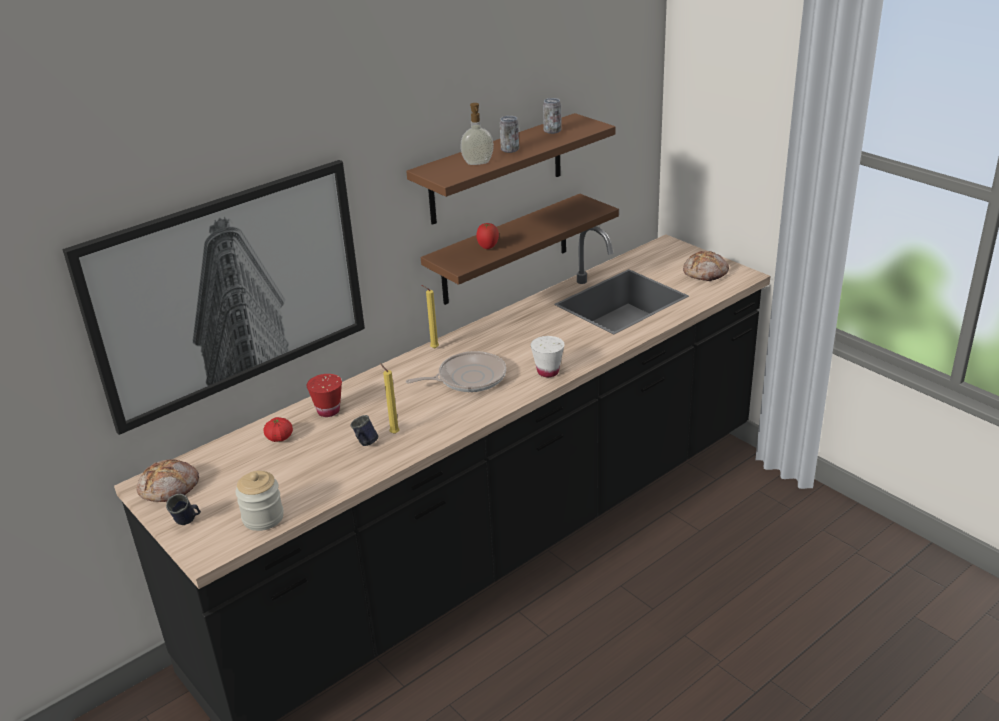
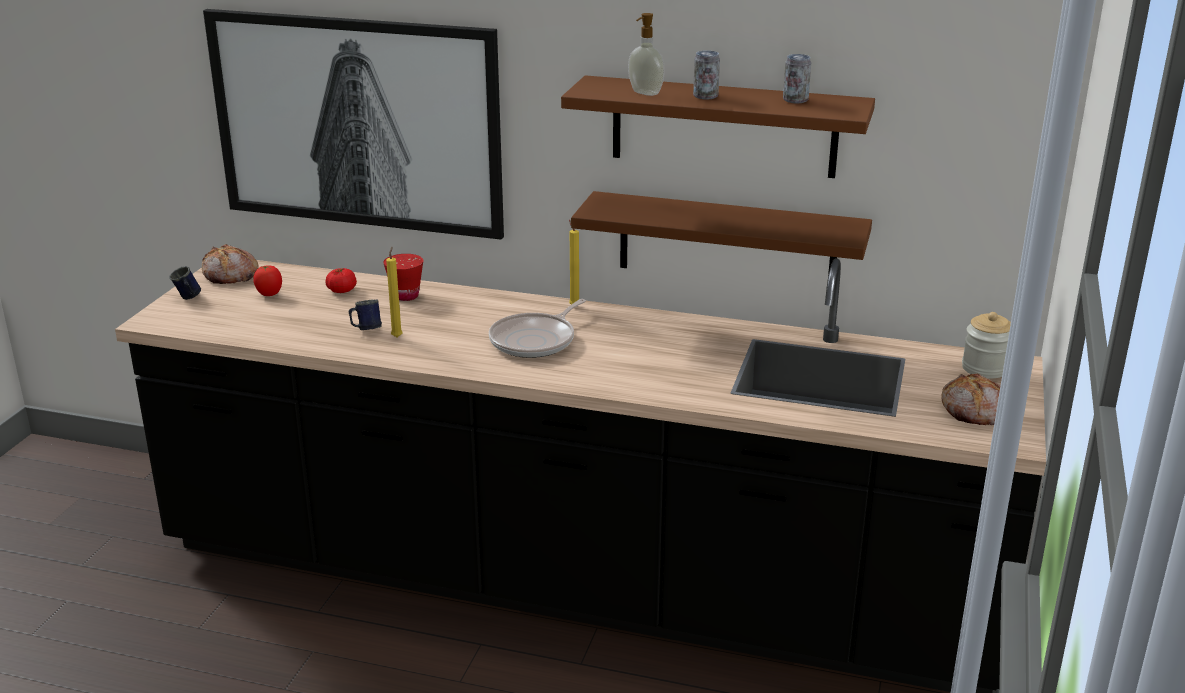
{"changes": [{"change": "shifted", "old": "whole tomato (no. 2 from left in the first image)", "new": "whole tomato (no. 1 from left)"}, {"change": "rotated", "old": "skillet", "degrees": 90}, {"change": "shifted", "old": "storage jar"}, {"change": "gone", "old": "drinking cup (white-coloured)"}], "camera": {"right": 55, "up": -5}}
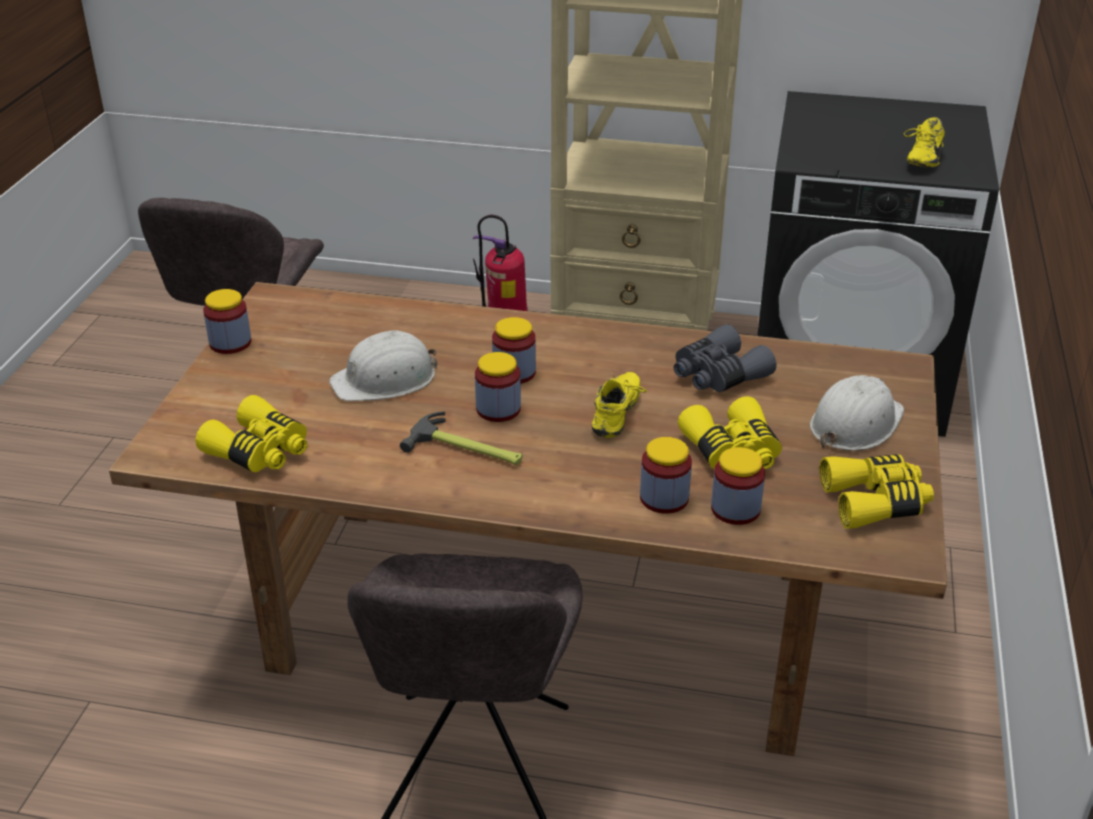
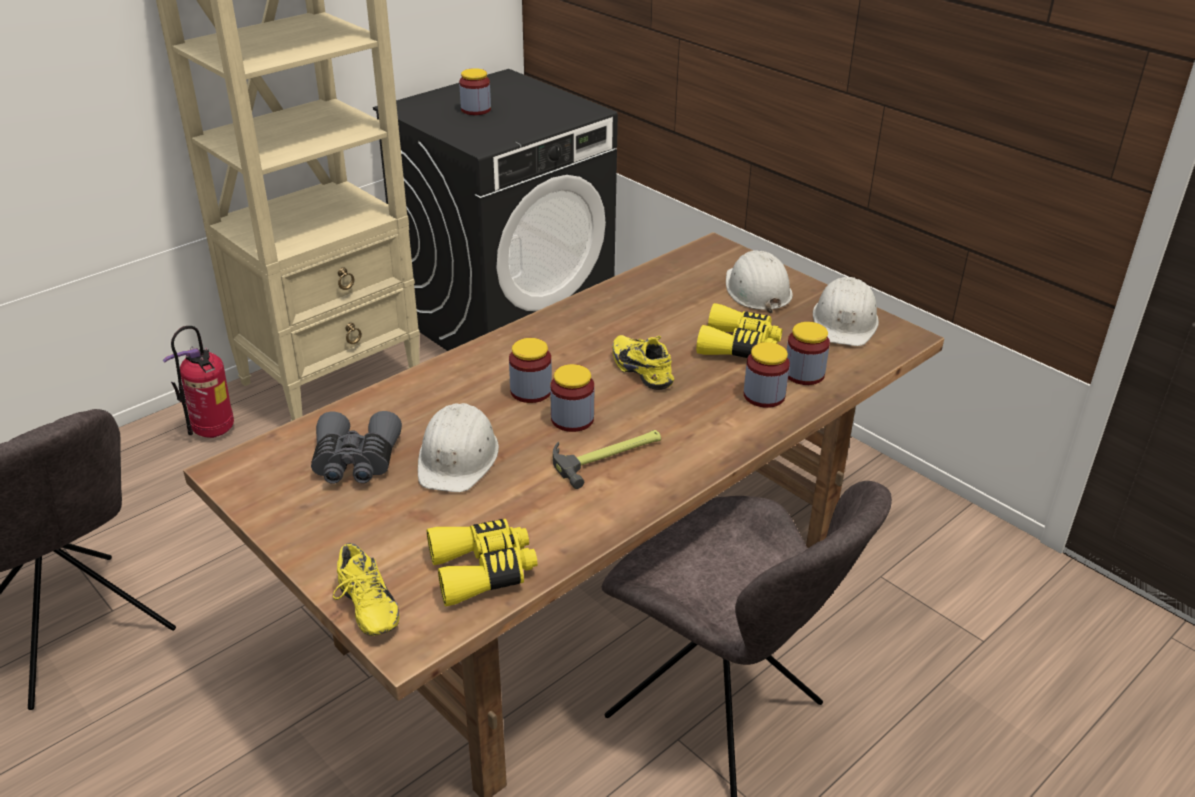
{"changes": [{"change": "shifted", "old": "pair of binoculars (greyish)"}, {"change": "shifted", "old": "item of footwear (yellowish) (no. 2 from left in the first image)", "new": "item of footwear (yellowish) (no. 1 from left)"}, {"change": "shifted", "old": "storage jar (no. 1 from left)"}, {"change": "swapped", "old": "pair of binoculars (yellowish) (no. 3 from left)", "new": "safety helmet (white-coloured) (no. 3 from left)"}], "camera": {"right": -55, "up": 0}}
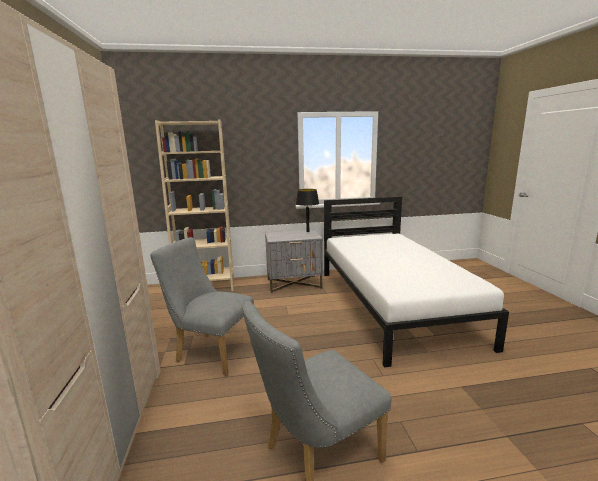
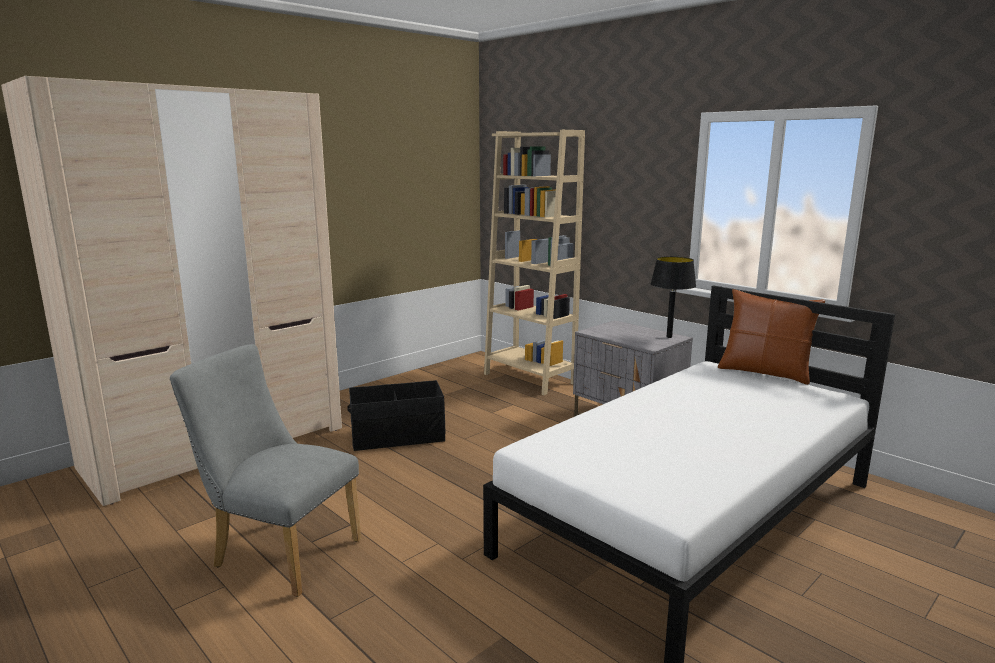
{"changes": [{"change": "swapped", "old": "upright chair (greyish) (no. 1 from left)", "new": "storage box (black-coloured)"}, {"change": "new", "new": "pillow (brownish)"}], "camera": {"right": 55, "up": 0}}
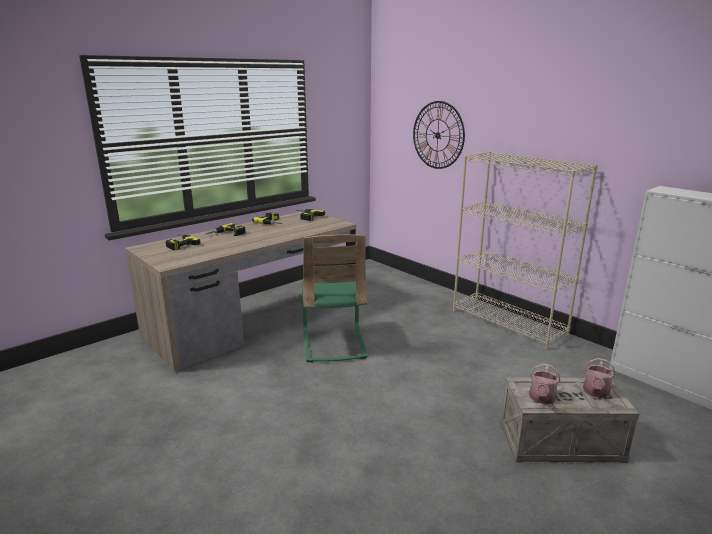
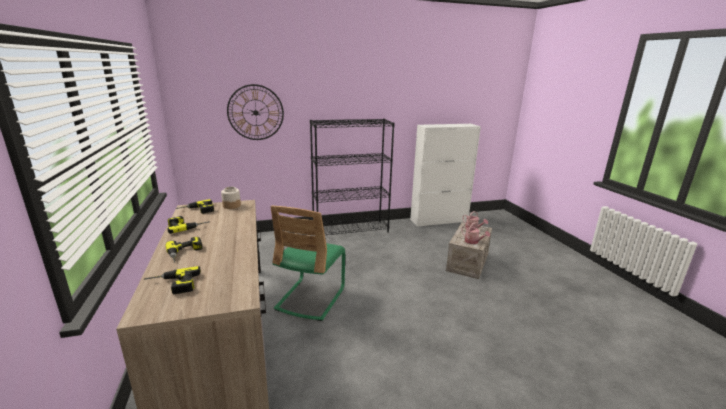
{"changes": [{"change": "new", "new": "storage jar"}, {"change": "rotated", "old": "upright chair (green)", "degrees": 90}, {"change": "repainted", "old": "bookcase (beige-coloured)", "new": "bookcase (black-coloured)"}], "camera": {"right": -65, "up": 0}}
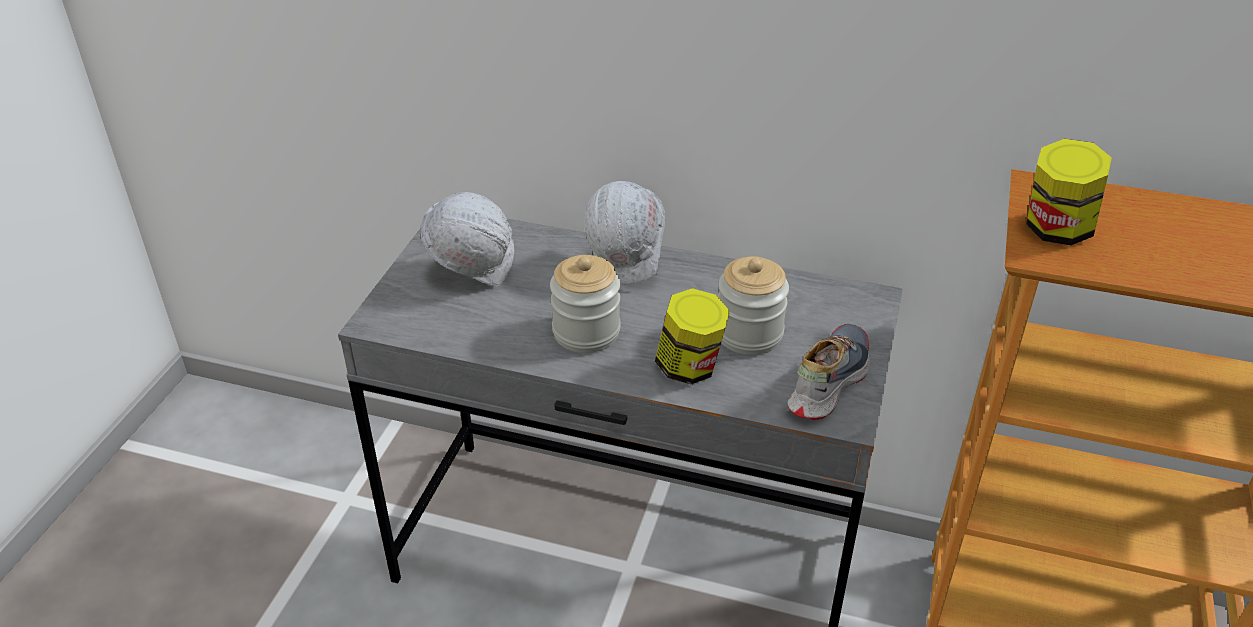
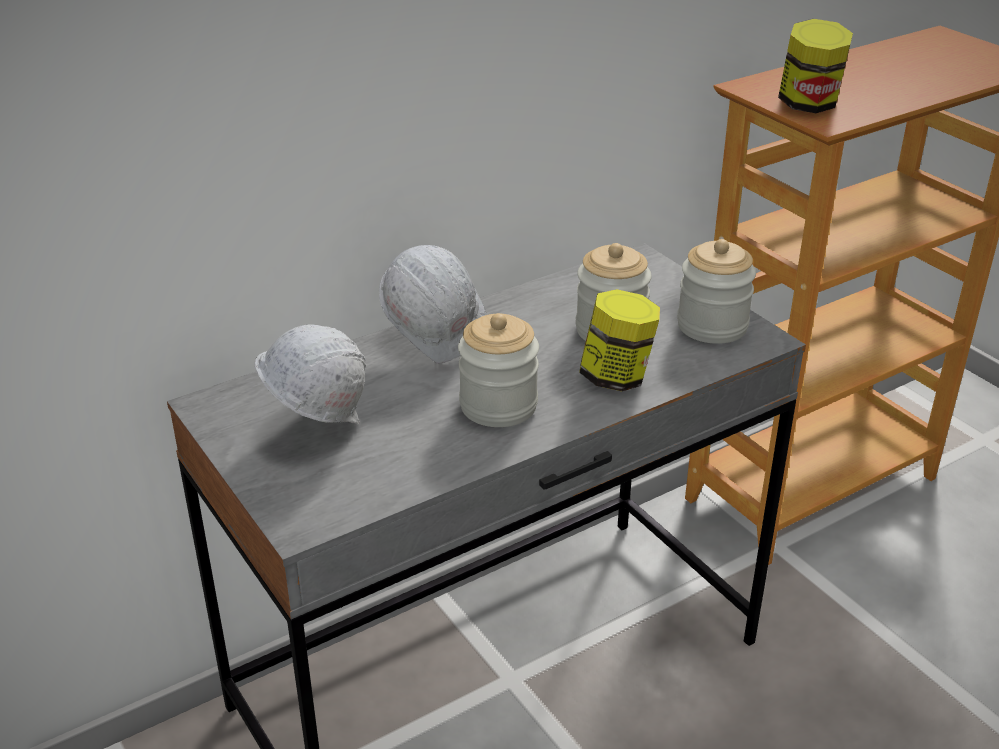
{"changes": [{"change": "swapped", "old": "item of footwear", "new": "storage jar (no. 4 from left)"}], "camera": {"right": -50, "up": -5}}
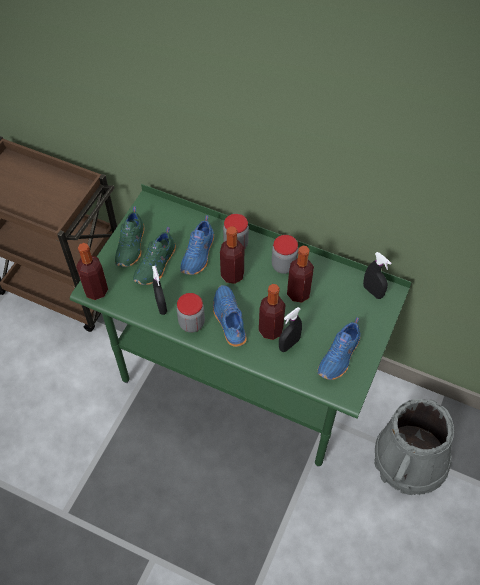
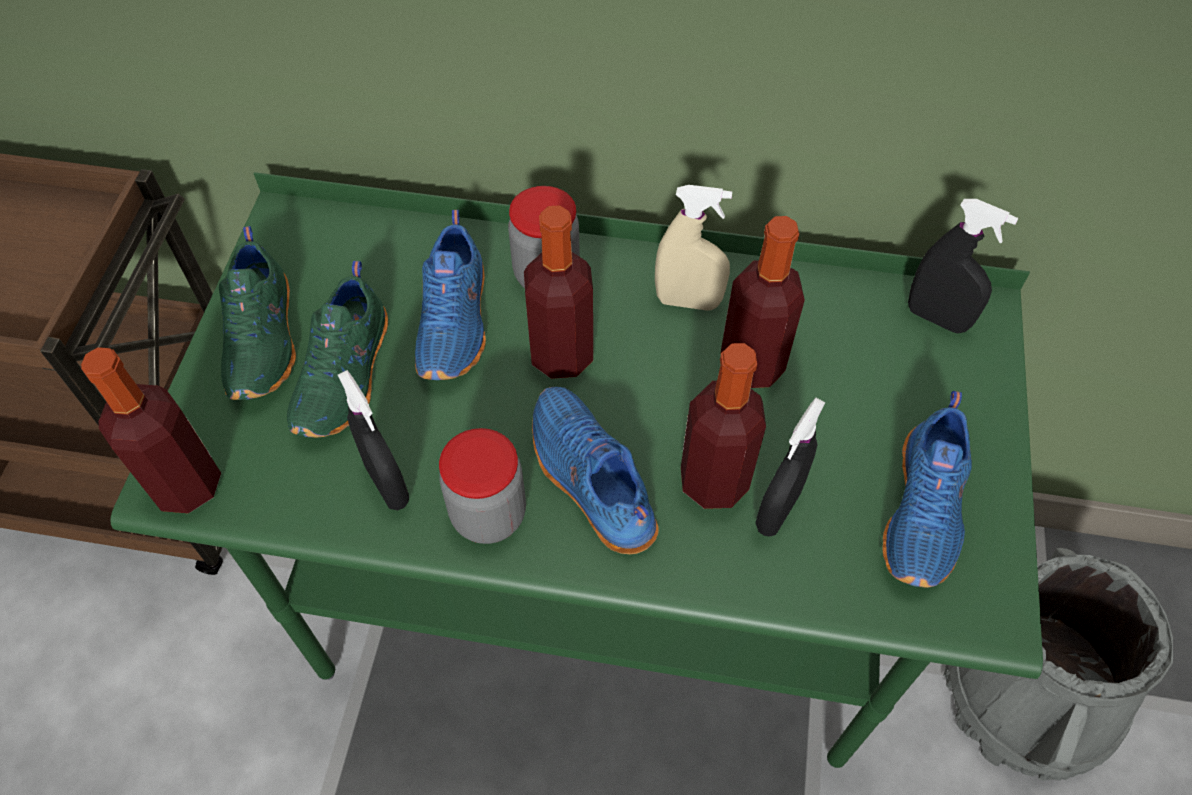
{"changes": [{"change": "swapped", "old": "storage jar (no. 3 from left)", "new": "spray bottle (beige-coloured)"}], "camera": {"right": -15, "up": 0}}
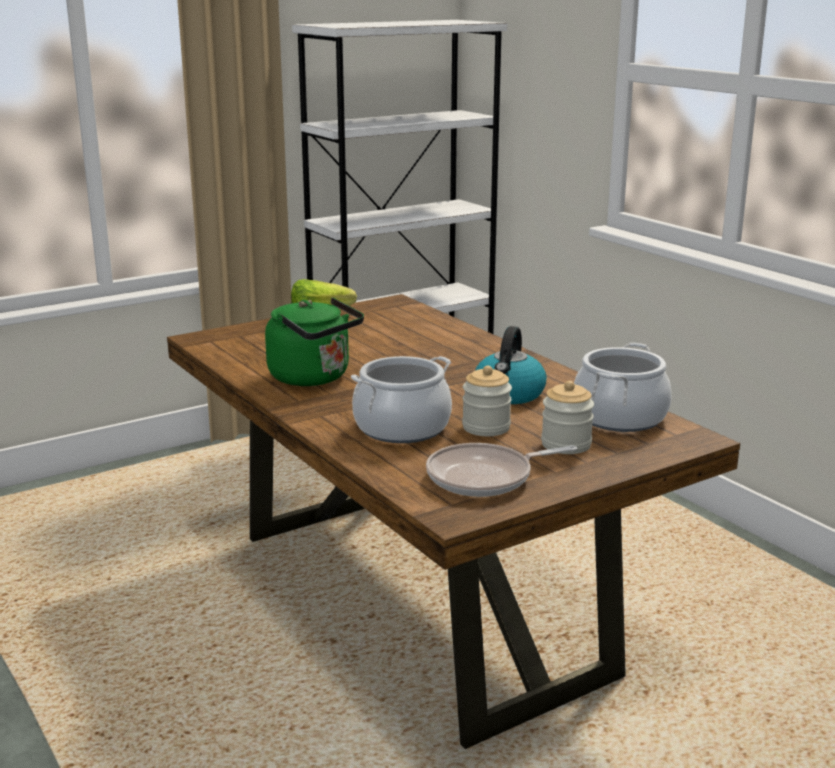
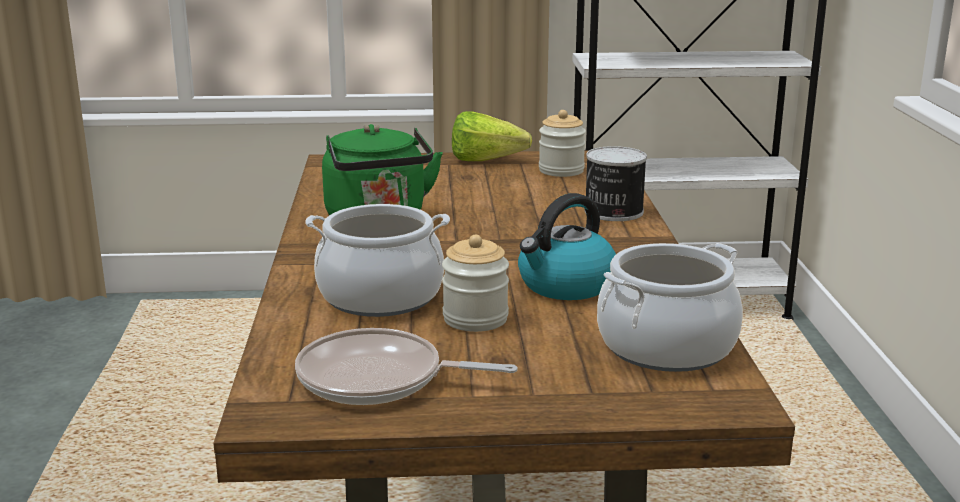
{"changes": [{"change": "shifted", "old": "storage jar (no. 2 from left)"}, {"change": "new", "new": "metal can"}], "camera": {"right": 30, "up": 0}}
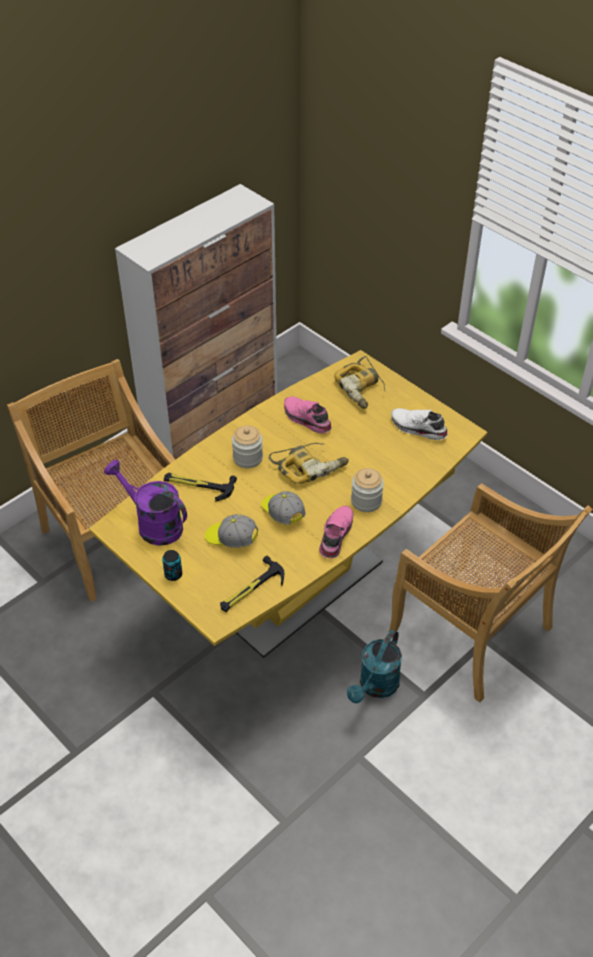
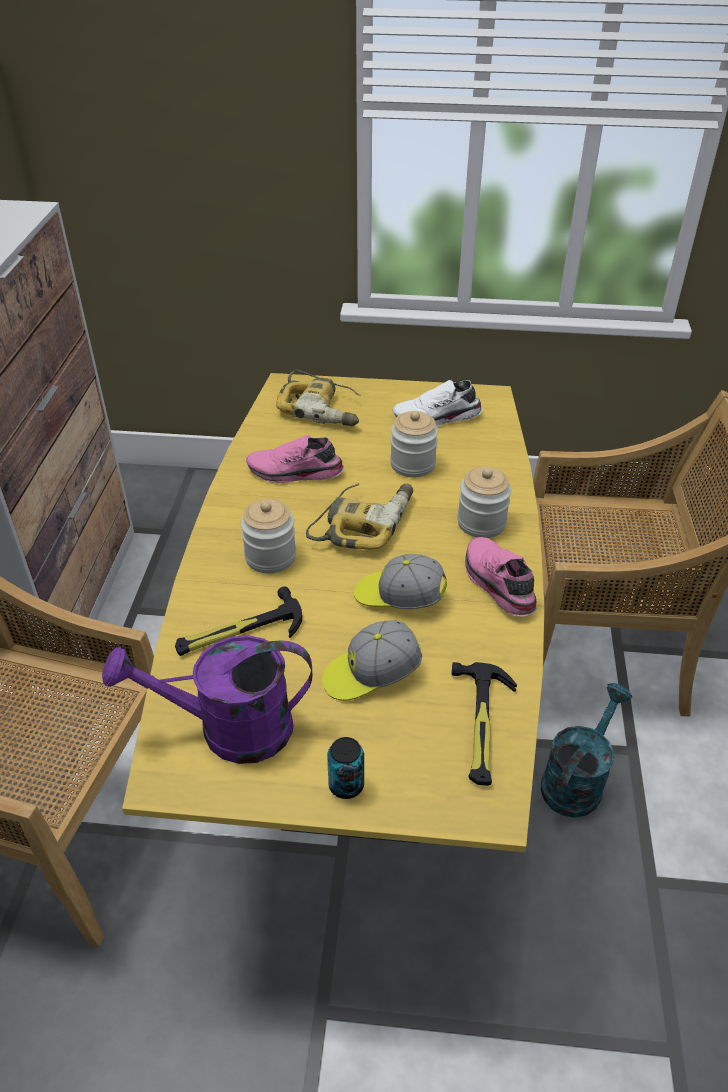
{"changes": [{"change": "new", "new": "storage jar (no. 2 from left)"}, {"change": "rotated", "old": "watering can (turquoise)", "degrees": -135}], "camera": {"right": -40, "up": -5}}
